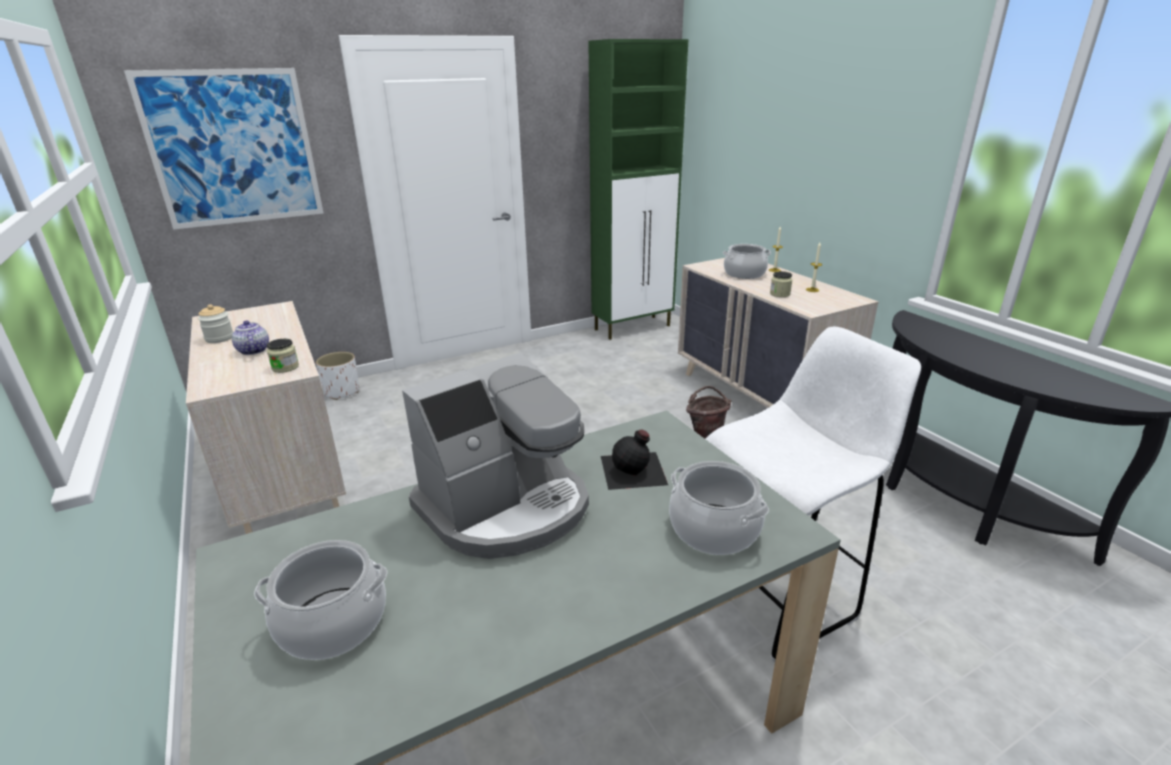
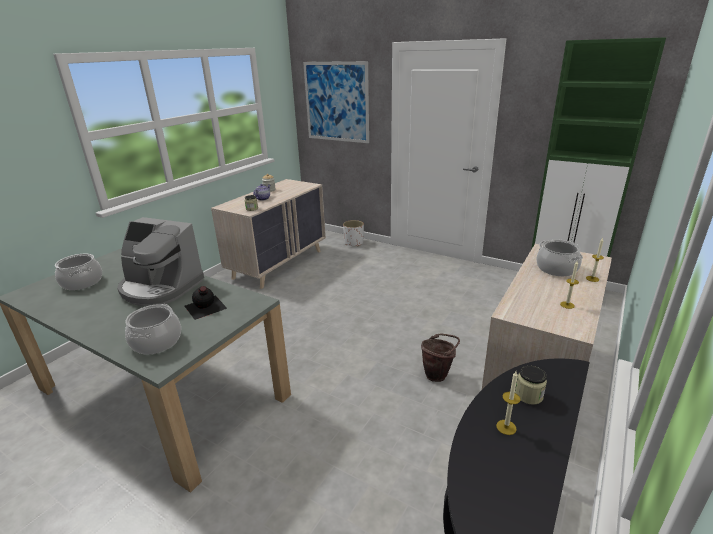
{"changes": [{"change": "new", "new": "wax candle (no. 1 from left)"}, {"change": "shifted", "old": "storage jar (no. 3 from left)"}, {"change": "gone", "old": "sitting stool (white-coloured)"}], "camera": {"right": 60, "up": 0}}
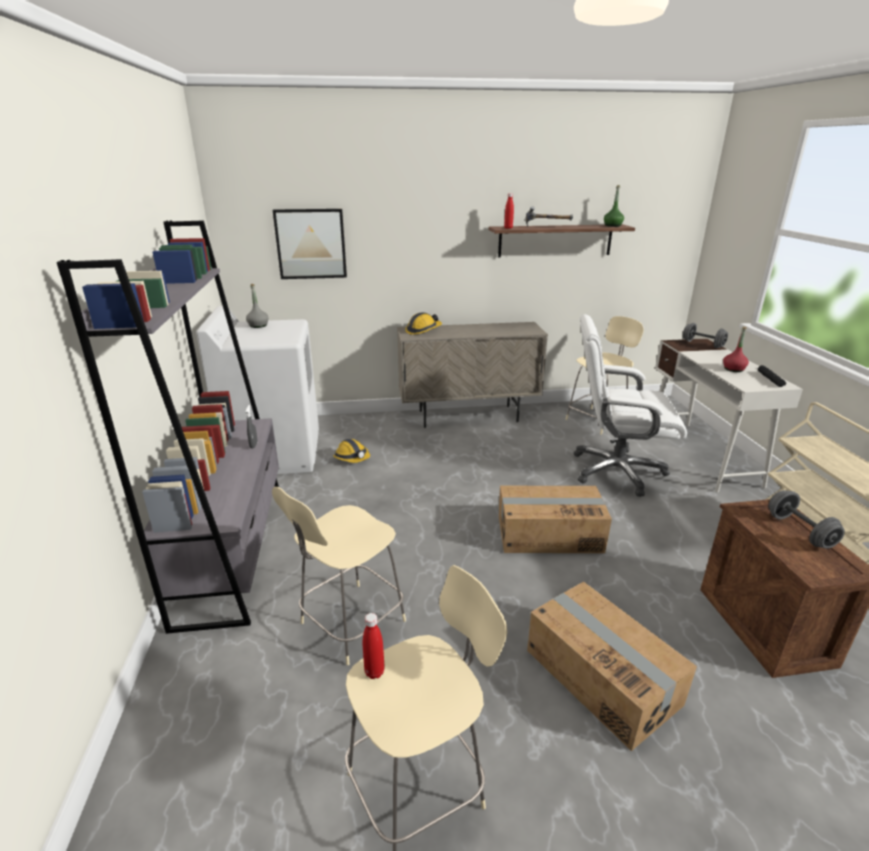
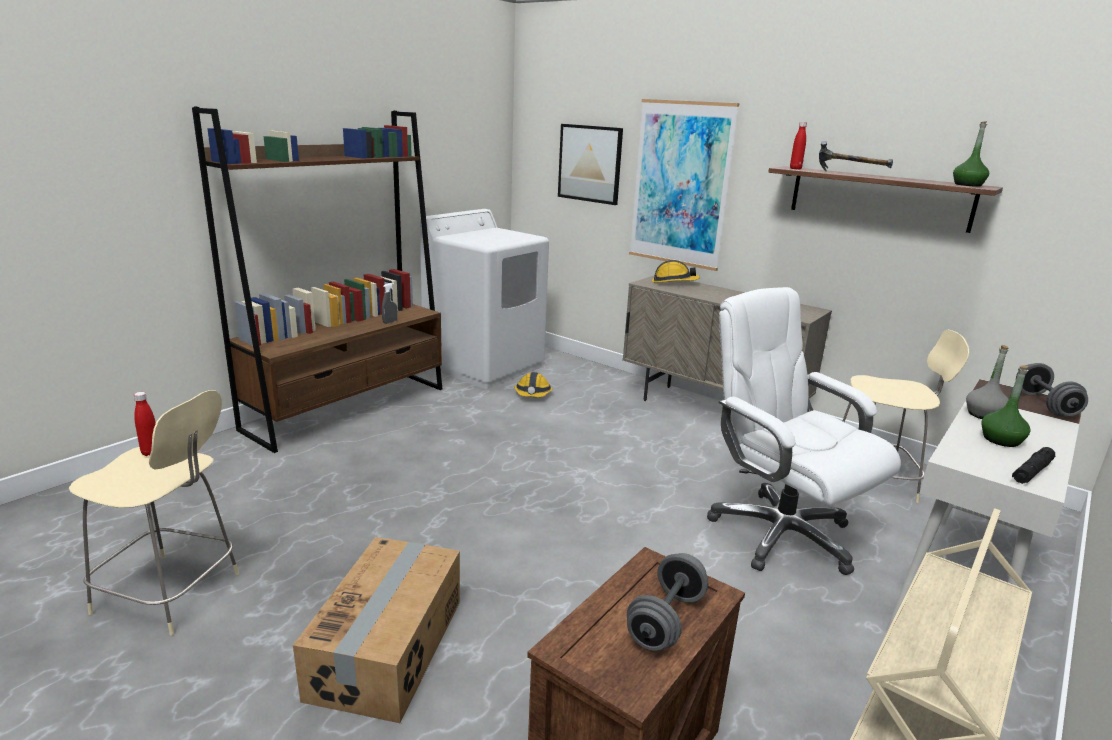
{"changes": [{"change": "repainted", "old": "bookcase (greyish)", "new": "bookcase (brownish)"}, {"change": "new", "new": "wall art (no. 2 from left)"}, {"change": "shifted", "old": "drink bottle (greyish)"}, {"change": "repainted", "old": "drink bottle (red-coloured) (no. 3 from left)", "new": "drink bottle (green) (no. 2 from left)"}, {"change": "gone", "old": "sitting stool (beige-coloured) (no. 1 from left)"}, {"change": "gone", "old": "carton (no. 1 from left)"}], "camera": {"right": 45, "up": -5}}
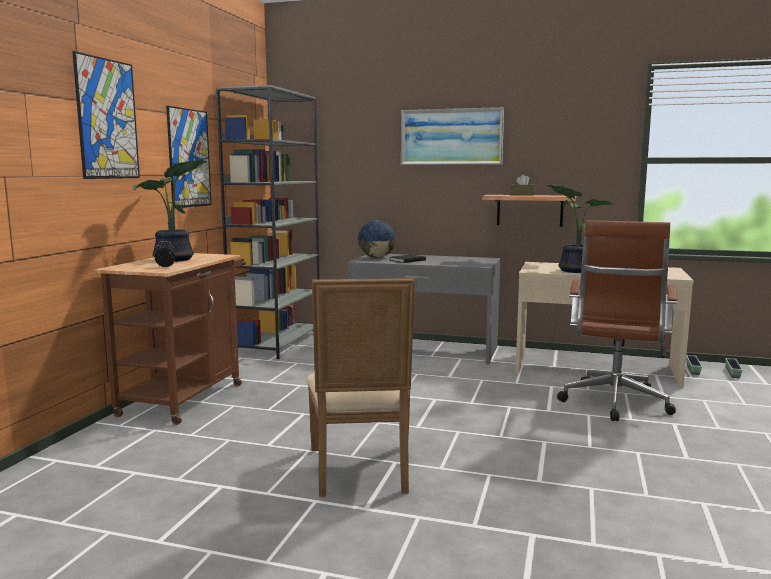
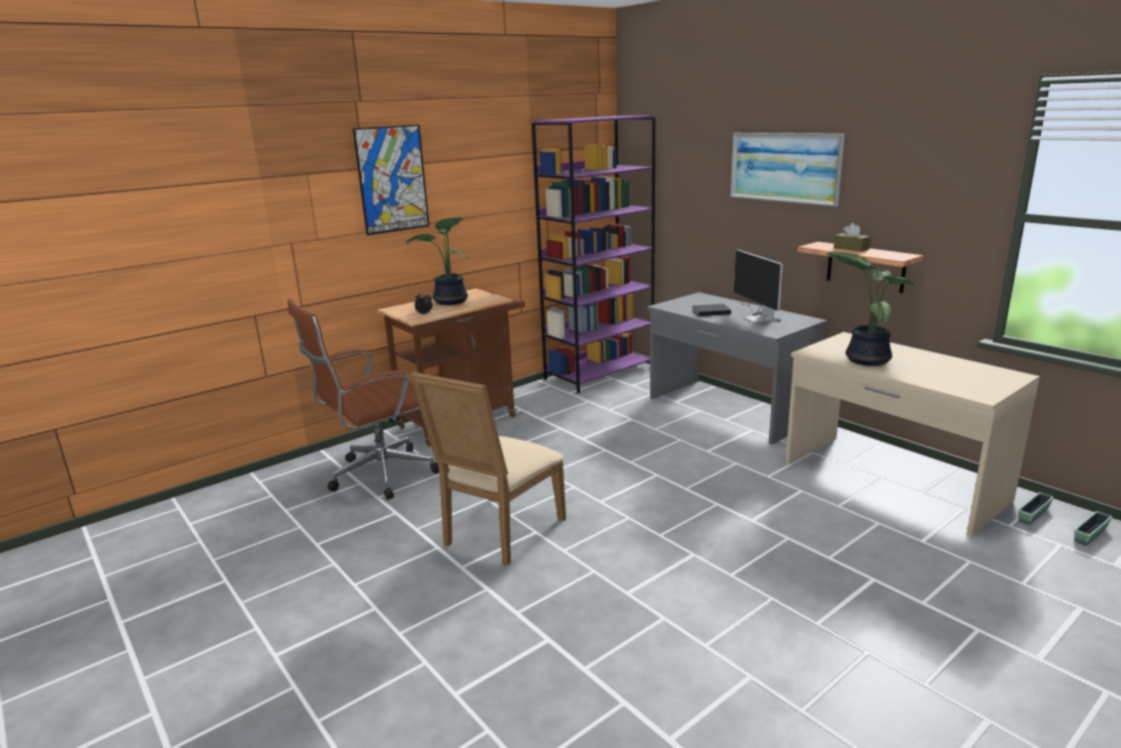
{"changes": [{"change": "shifted", "old": "desk chair (brownish)"}, {"change": "repainted", "old": "bookcase (greyish)", "new": "bookcase (purplish)"}, {"change": "new", "new": "computer screen"}, {"change": "gone", "old": "wall art (no. 2 from left)"}, {"change": "gone", "old": "world globe"}], "camera": {"right": 35, "up": 10}}
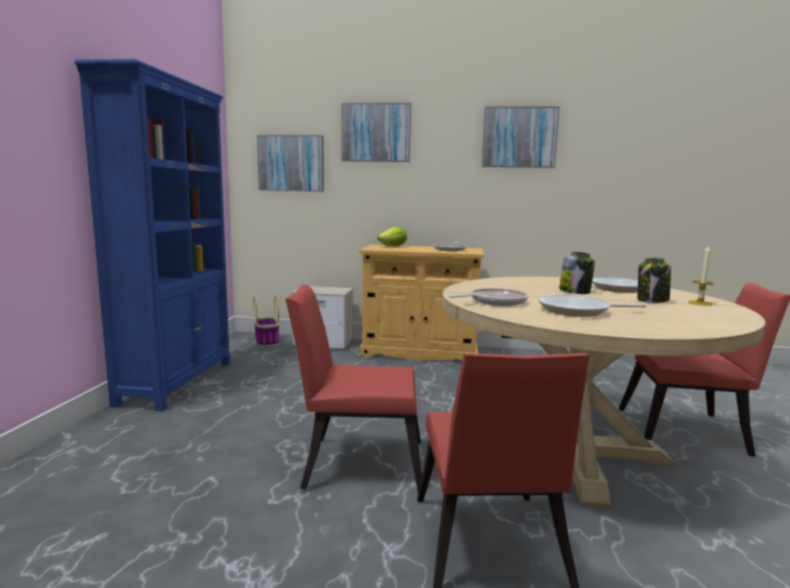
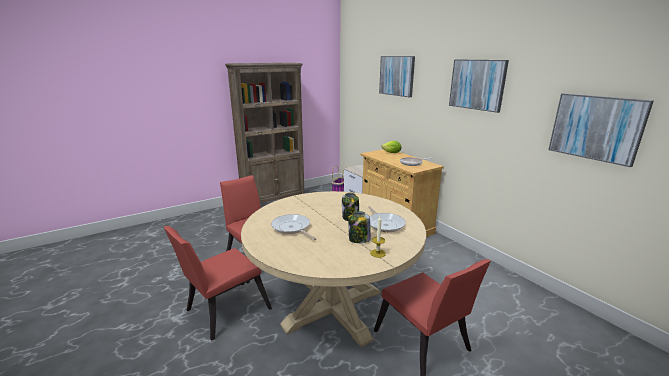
{"changes": [{"change": "repainted", "old": "bookcase (blue-coloured)", "new": "bookcase (brownish)"}, {"change": "shifted", "old": "wall art (no. 1 from left in the first image)", "new": "wall art (no. 3 from left)"}, {"change": "gone", "old": "skillet (no. 2 from left)"}], "camera": {"right": 50, "up": 10}}
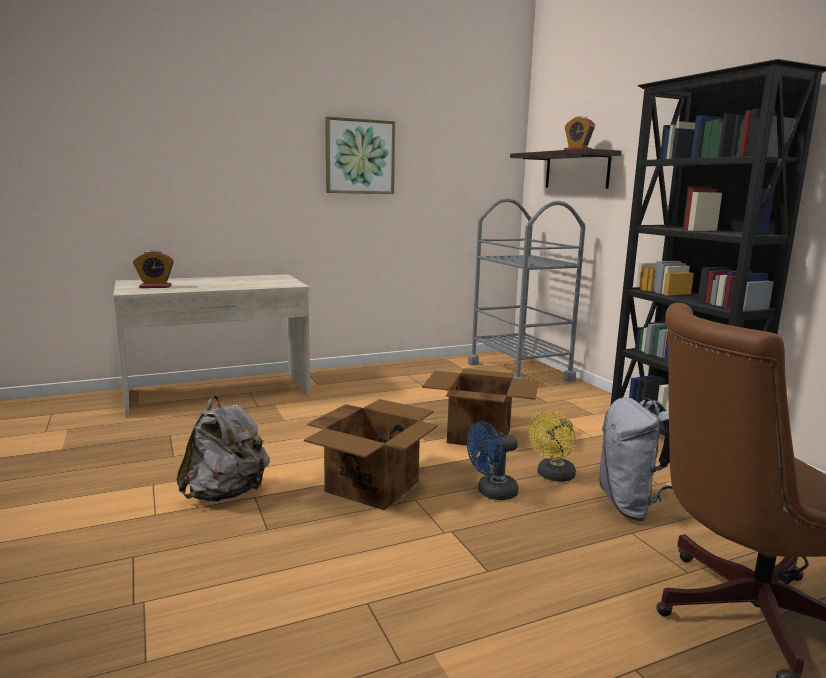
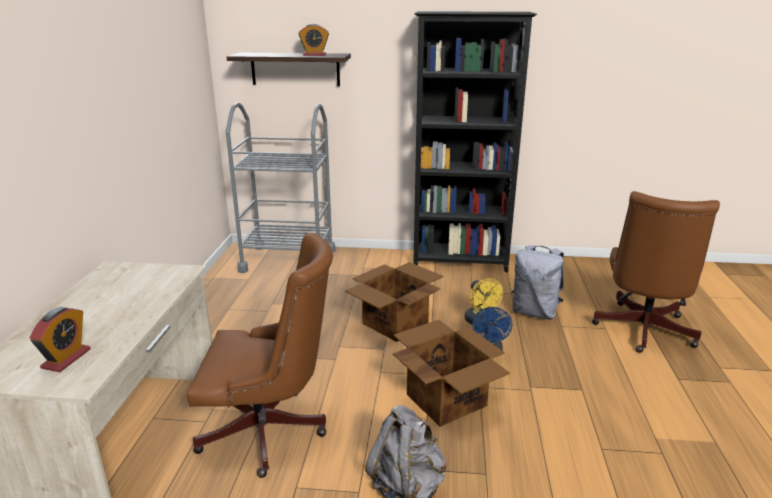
{"changes": [{"change": "new", "new": "desk chair (brownish) (no. 1 from left)"}, {"change": "gone", "old": "wall art"}], "camera": {"right": -60, "up": 10}}
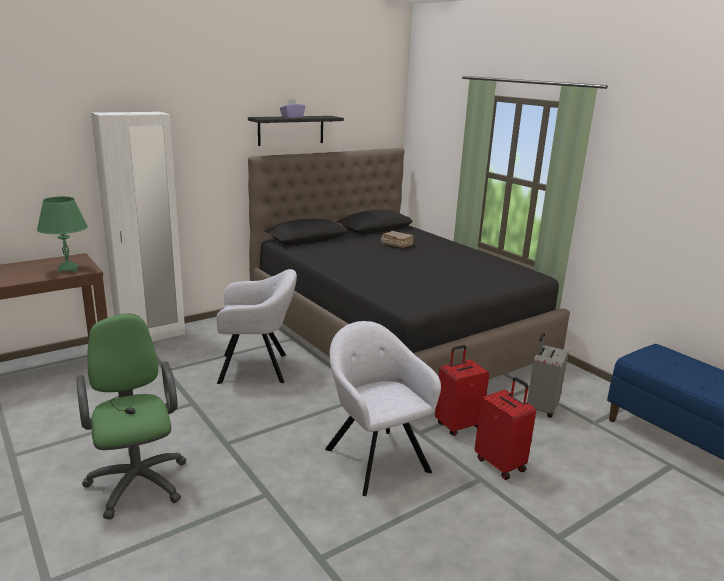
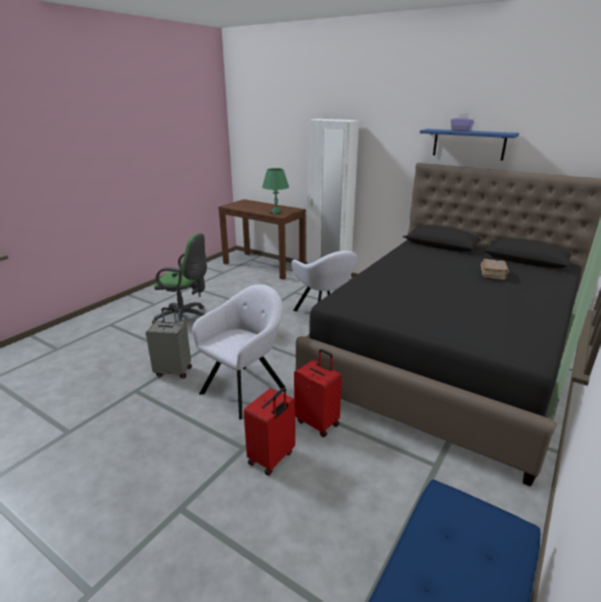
{"changes": [{"change": "shifted", "old": "piece of luggage (greyish)"}, {"change": "rotated", "old": "desk chair (green)", "degrees": 60}, {"change": "repainted", "old": "wall shelf (black-coloured)", "new": "wall shelf (blue-coloured)"}], "camera": {"right": 70, "up": 5}}
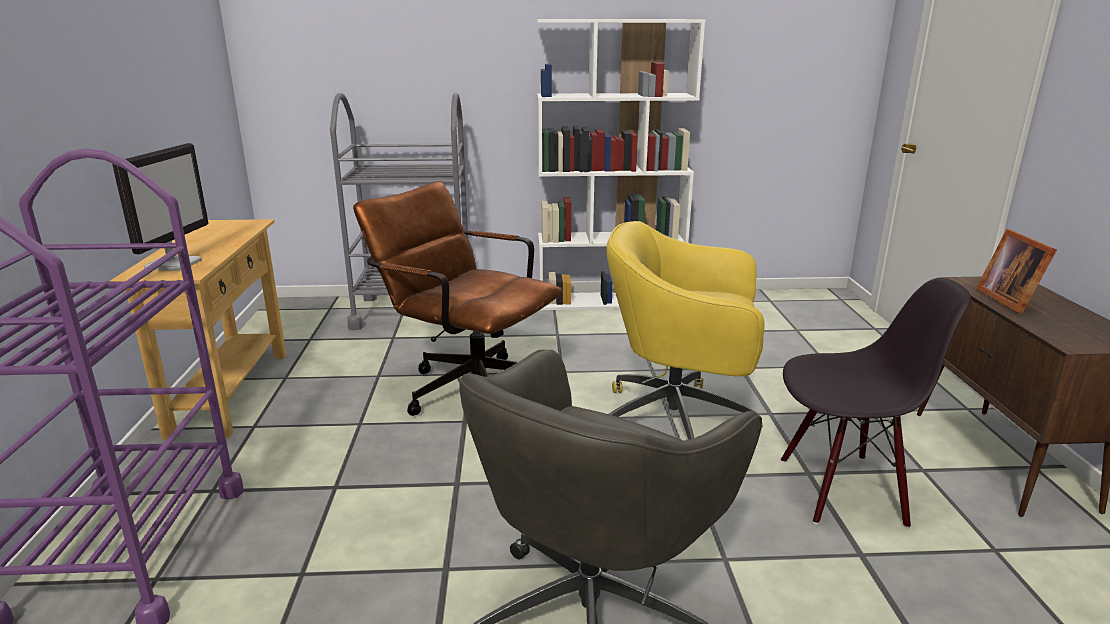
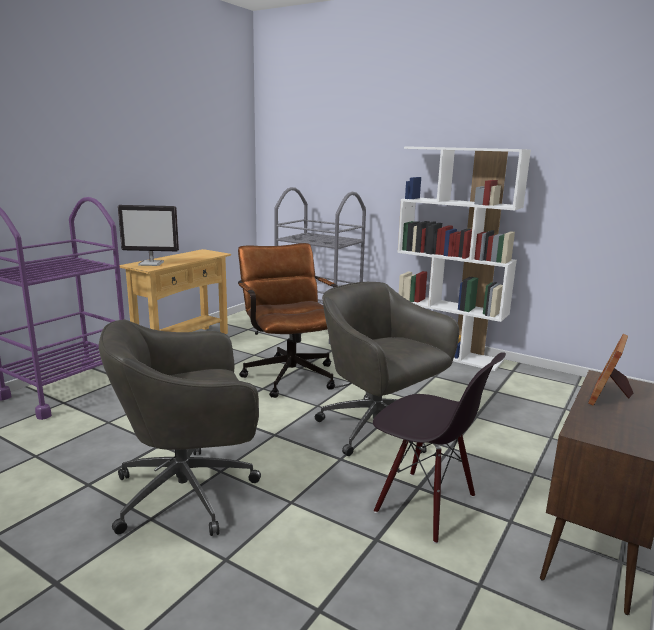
{"changes": [{"change": "rotated", "old": "computer screen", "degrees": 45}, {"change": "repainted", "old": "desk chair (yellowish)", "new": "desk chair (greyish) (no. 2 from left)"}], "camera": {"right": 35, "up": -5}}
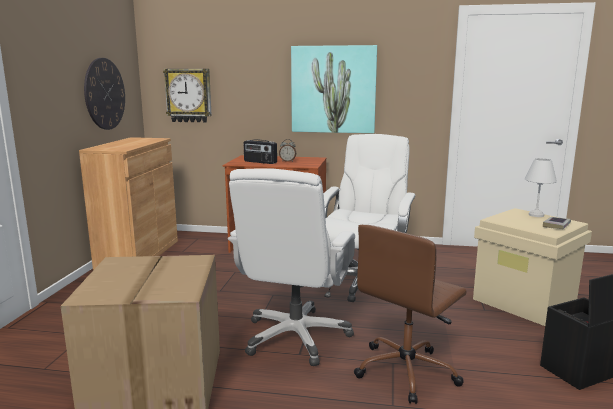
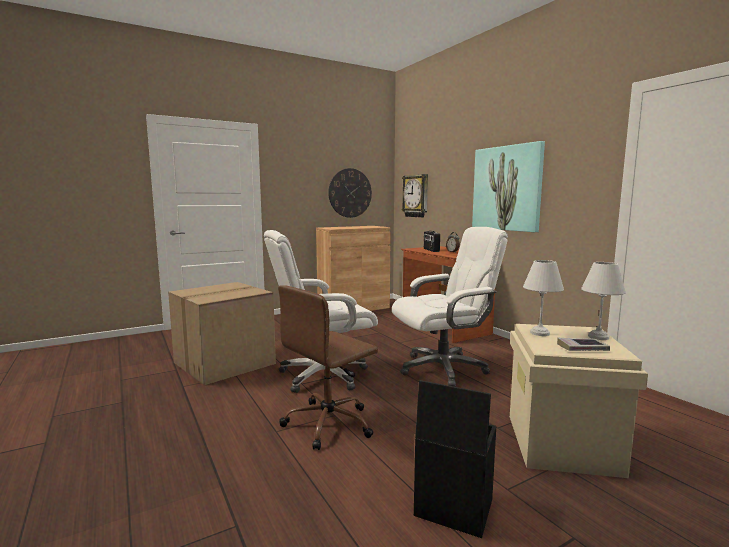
{"changes": [{"change": "rotated", "old": "desk chair (brownish)", "degrees": -45}, {"change": "new", "new": "lamp for a table (white-coloured) (no. 1 from left)"}], "camera": {"right": 50, "up": -5}}
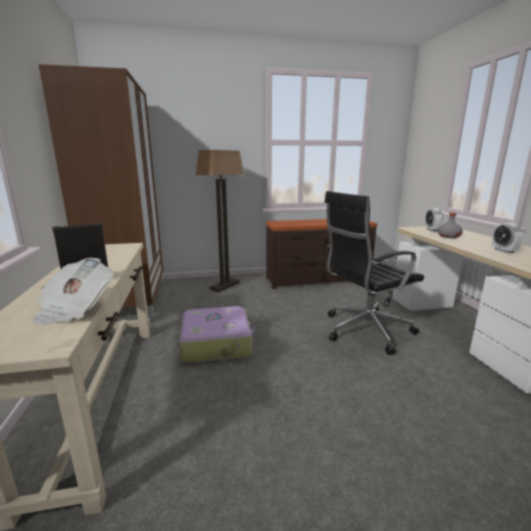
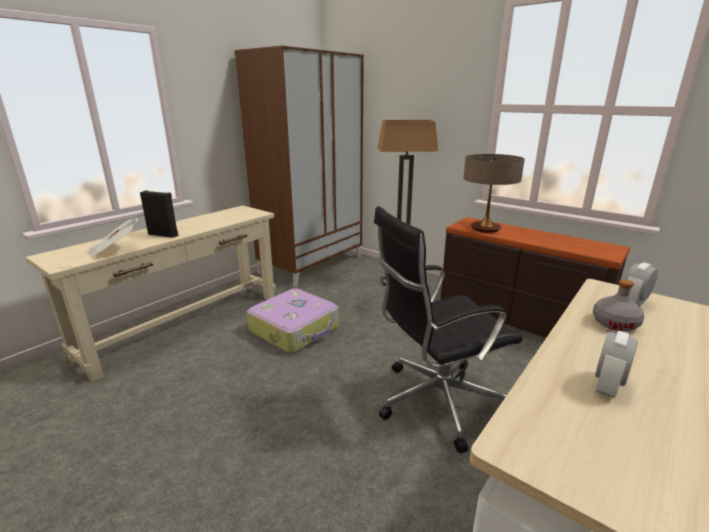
{"changes": [{"change": "rotated", "old": "desk chair (black-coloured)", "degrees": -45}, {"change": "new", "new": "lamp for a table"}], "camera": {"right": 50, "up": 5}}
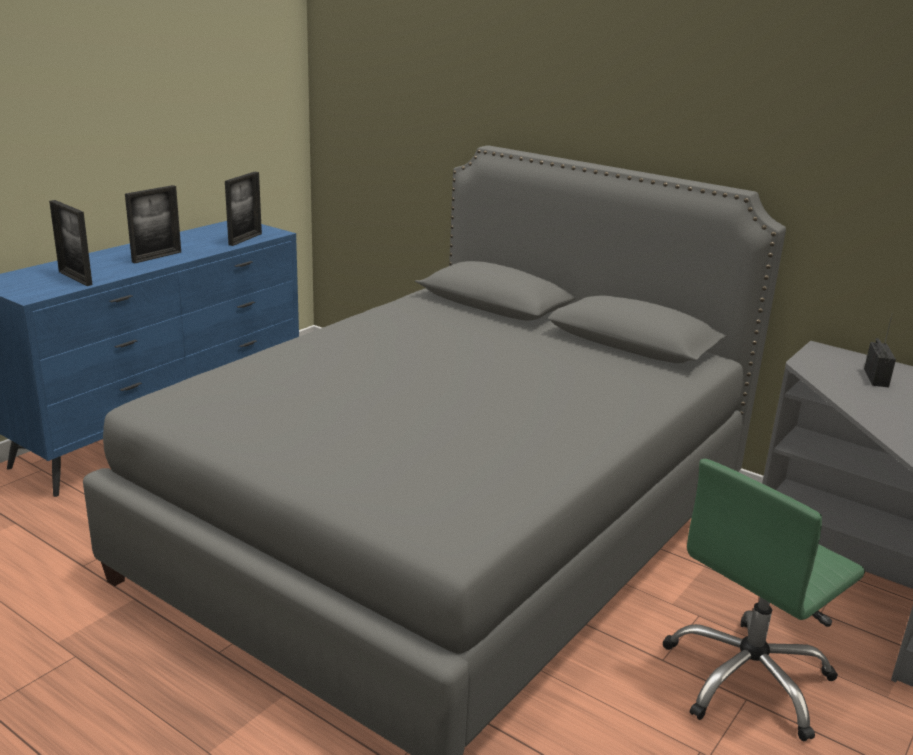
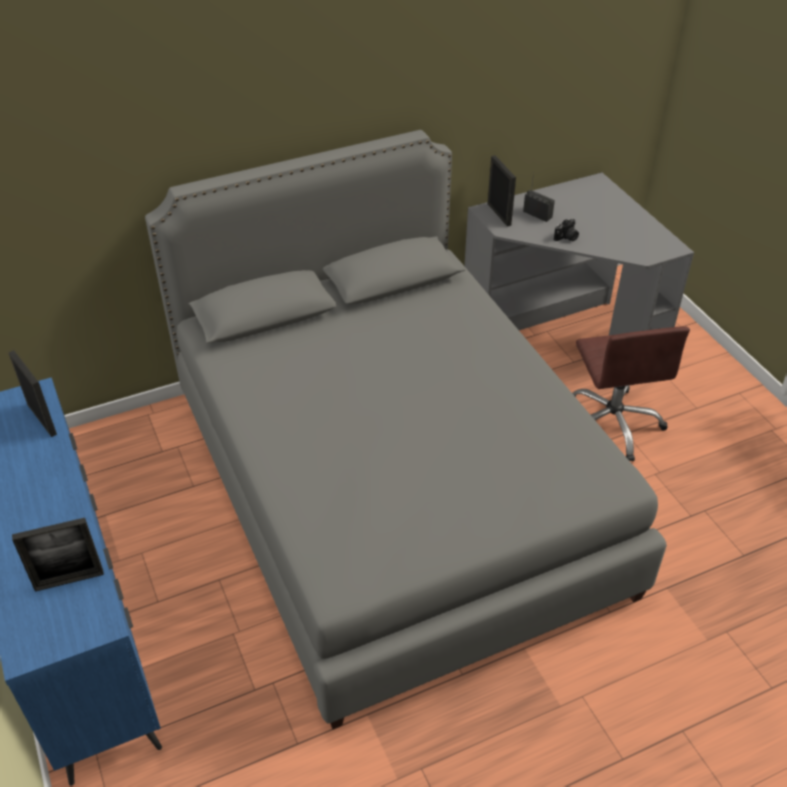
{"changes": [{"change": "shifted", "old": "photo frame (no. 2 from left in the first image)", "new": "photo frame (no. 3 from left)"}, {"change": "new", "new": "still camera"}, {"change": "repainted", "old": "desk chair (green)", "new": "desk chair (brownish)"}], "camera": {"right": -60, "up": 20}}
